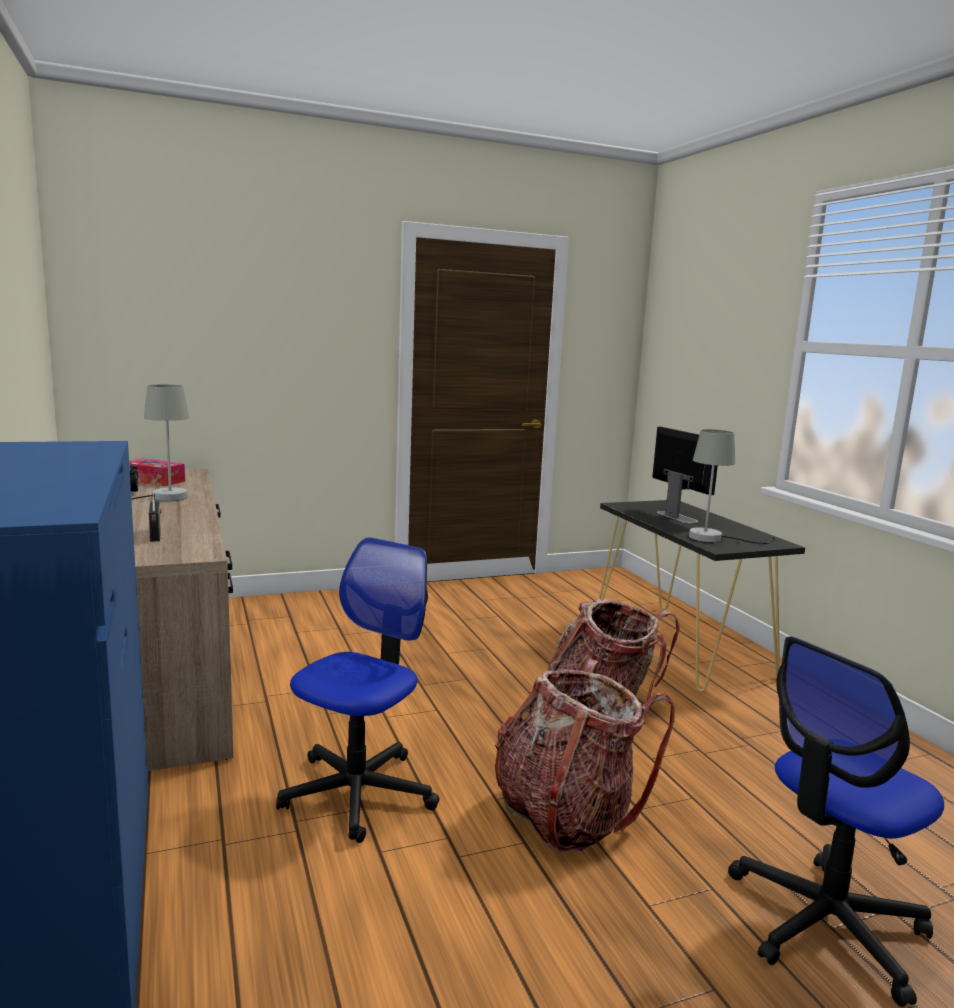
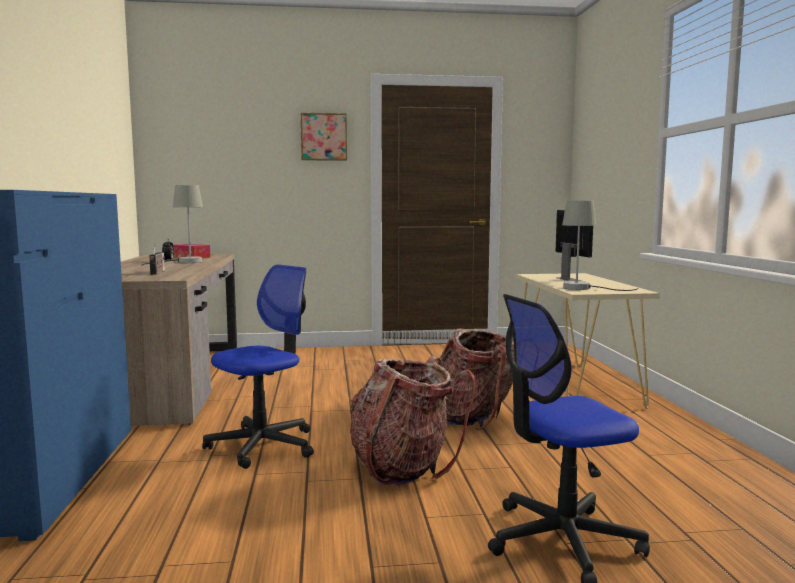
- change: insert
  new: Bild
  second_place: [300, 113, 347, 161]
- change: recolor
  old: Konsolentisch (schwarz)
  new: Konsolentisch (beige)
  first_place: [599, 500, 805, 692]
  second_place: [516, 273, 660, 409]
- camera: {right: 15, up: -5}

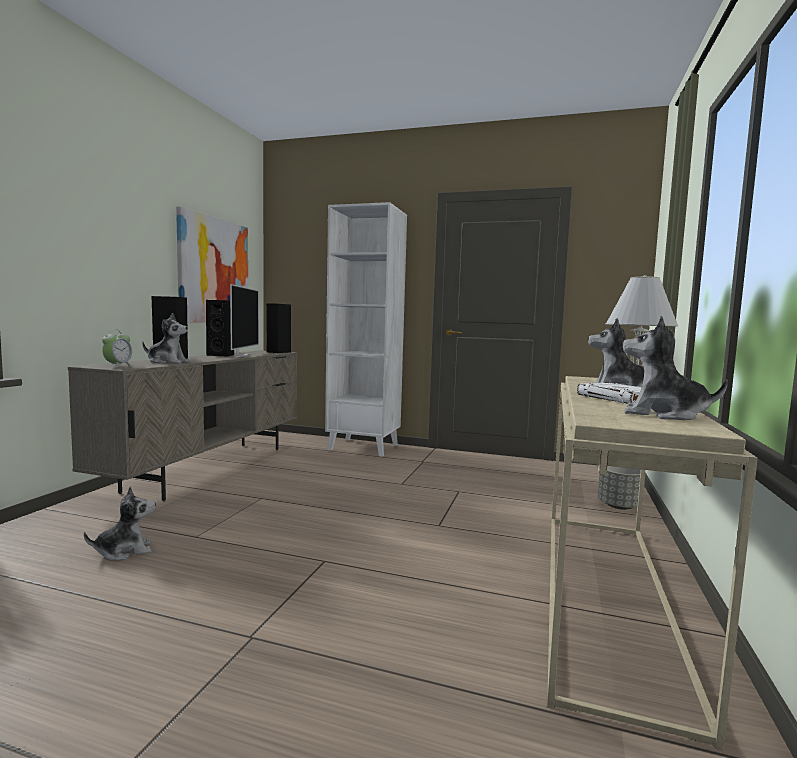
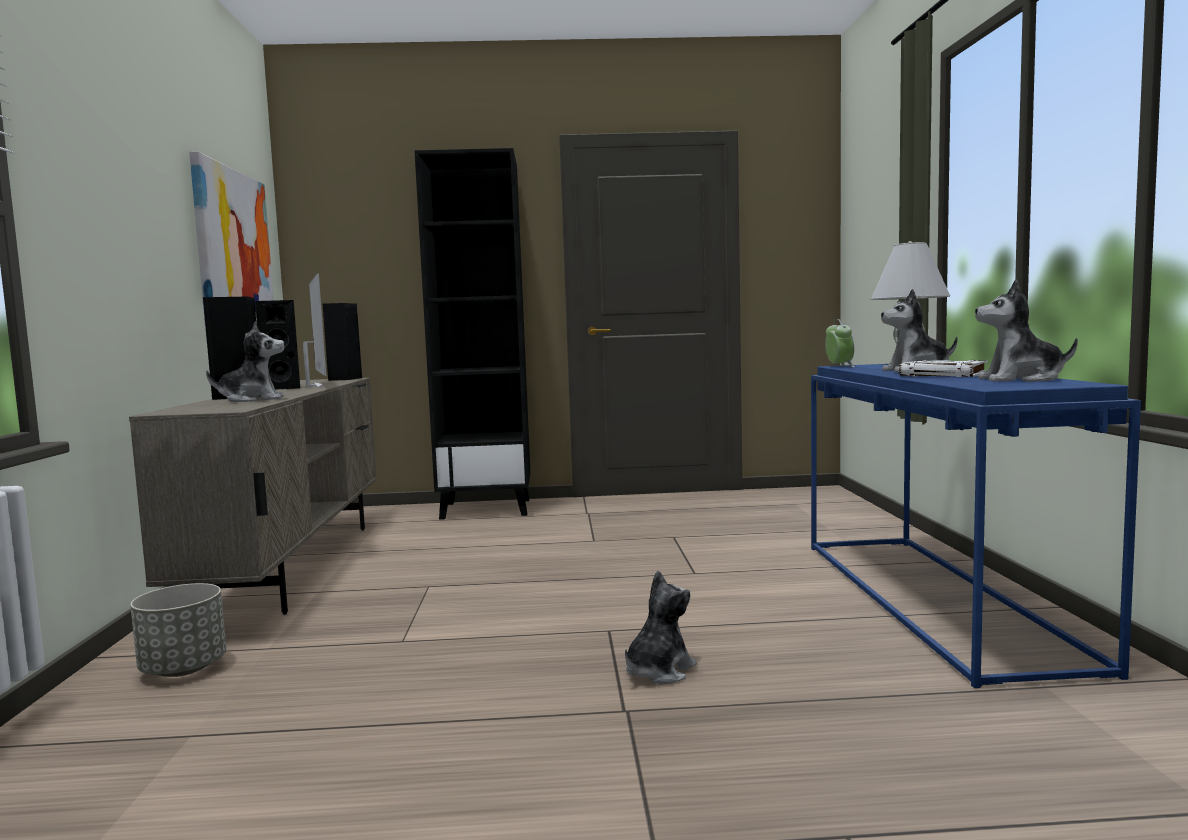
- change: move
  old: Pflanzkübel (grau)
  first_place: [598, 466, 645, 510]
  second_place: [130, 583, 226, 677]
- change: recolor
  old: Bücherregal (weiß)
  new: Bücherregal (schwarz)
  first_place: [325, 202, 407, 457]
  second_place: [414, 148, 530, 520]
- change: move
  old: Plüschtier
  first_place: [84, 486, 156, 561]
  second_place: [625, 570, 697, 684]
- change: recolor
  old: Konsolentisch (beige)
  new: Konsolentisch (blau)
  first_place: [547, 376, 758, 750]
  second_place: [811, 364, 1141, 688]
- change: move
  old: Wecker
  first_place: [102, 329, 133, 368]
  second_place: [825, 319, 854, 367]
- camera: {right: -20, up: 0}

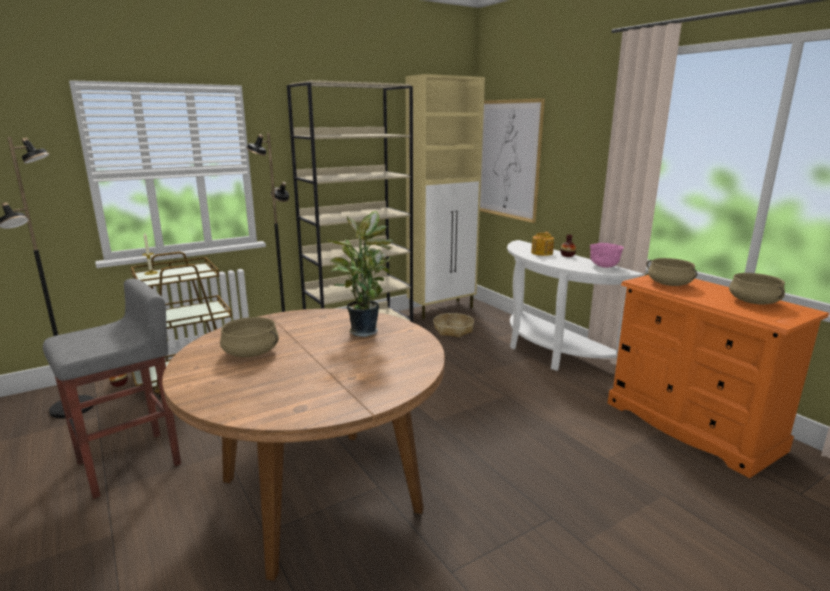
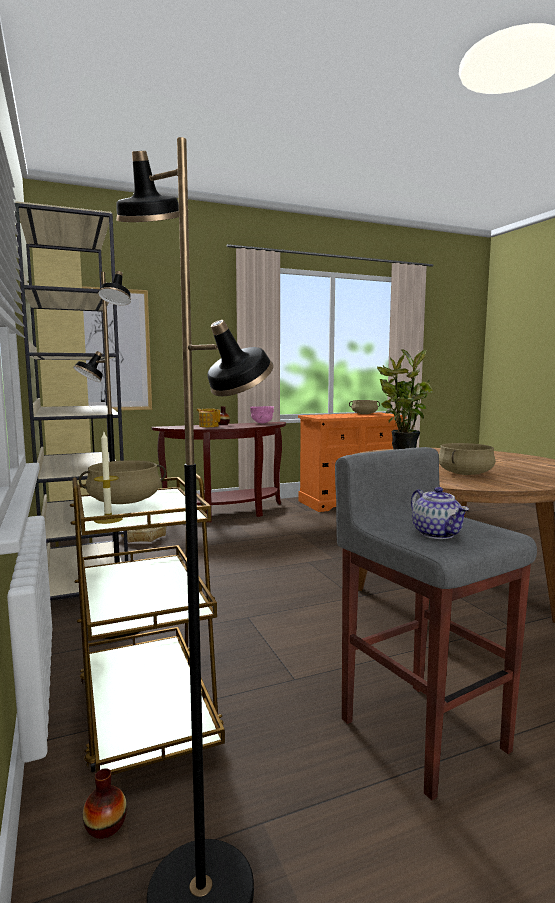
- change: move
  old: Kochtopf (beige)
  first_place: [646, 258, 697, 286]
  second_place: [79, 460, 166, 504]
- change: recolor
  old: Konsolentisch (weiß)
  new: Konsolentisch (braun)
  first_place: [507, 240, 644, 371]
  second_place: [151, 422, 286, 522]
- change: insert
  new: Teekanne
  second_place: [411, 487, 469, 539]
- camera: {right: -80, up: -10}

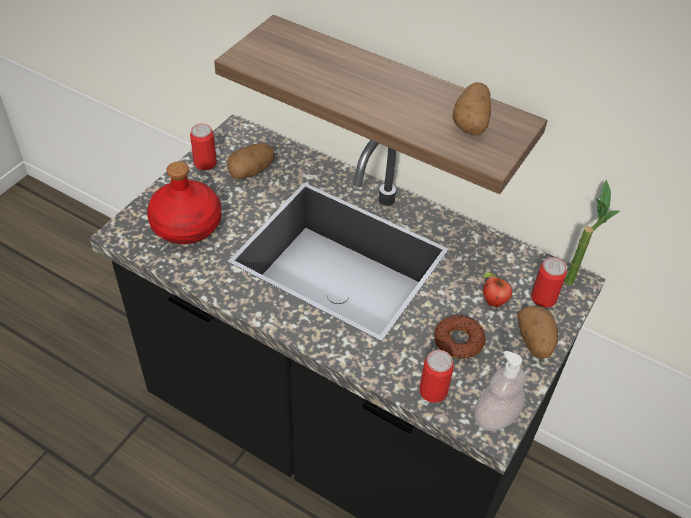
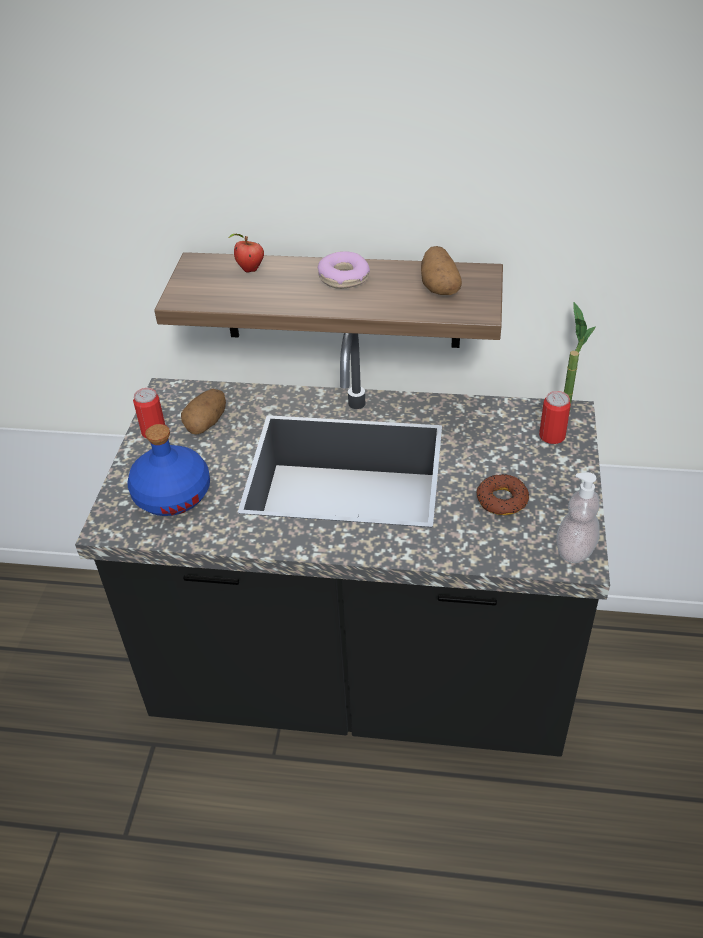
- change: recolor
  old: Flasche (rot)
  new: Flasche (blau)
  first_place: [147, 161, 222, 244]
  second_place: [127, 424, 210, 516]
- change: move
  old: Apfel
  first_place: [482, 272, 512, 307]
  second_place: [228, 234, 264, 272]
- change: insert
  new: Donut
  second_place: [318, 251, 370, 289]
- change: delete
  old: Dose
  first_place: [419, 350, 454, 403]
- change: delete
  old: Kartoffel
  first_place: [518, 306, 558, 359]
- camera: {right: -20, up: -5}

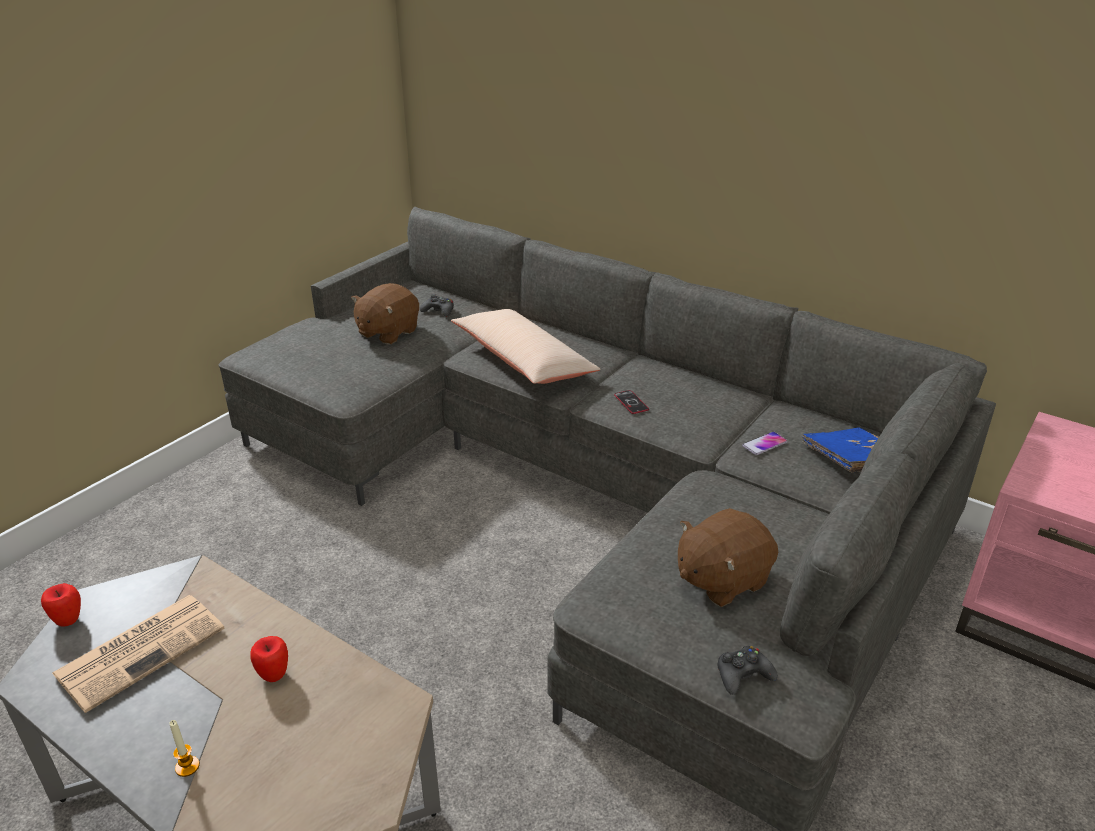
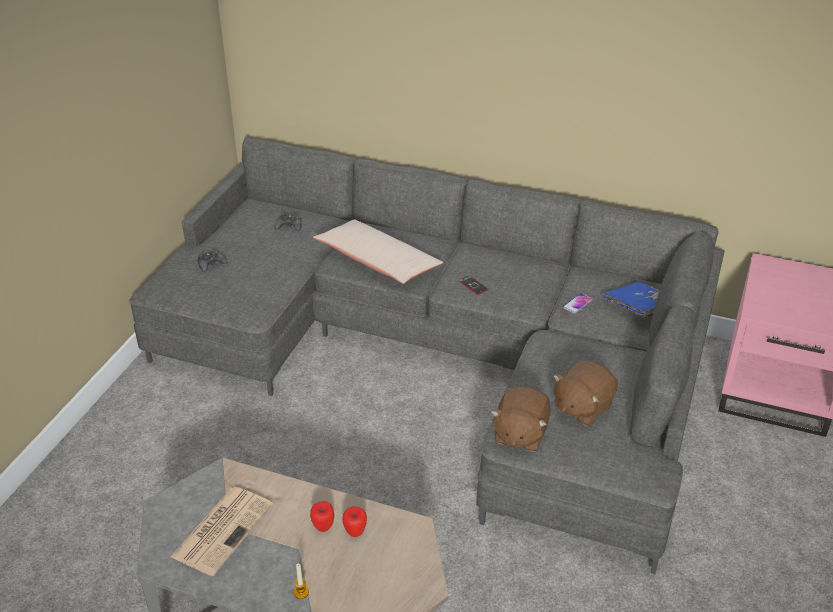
- change: move
  old: Gamepad (schwarz)
  first_place: [718, 646, 778, 695]
  second_place: [198, 250, 227, 272]
- change: move
  old: Apfel
  first_place: [41, 583, 81, 627]
  second_place: [342, 507, 367, 537]
- change: move
  old: Plüschtier (braun)
  first_place: [351, 283, 419, 345]
  second_place: [491, 386, 551, 452]
- camera: {right: -15, up: 5}

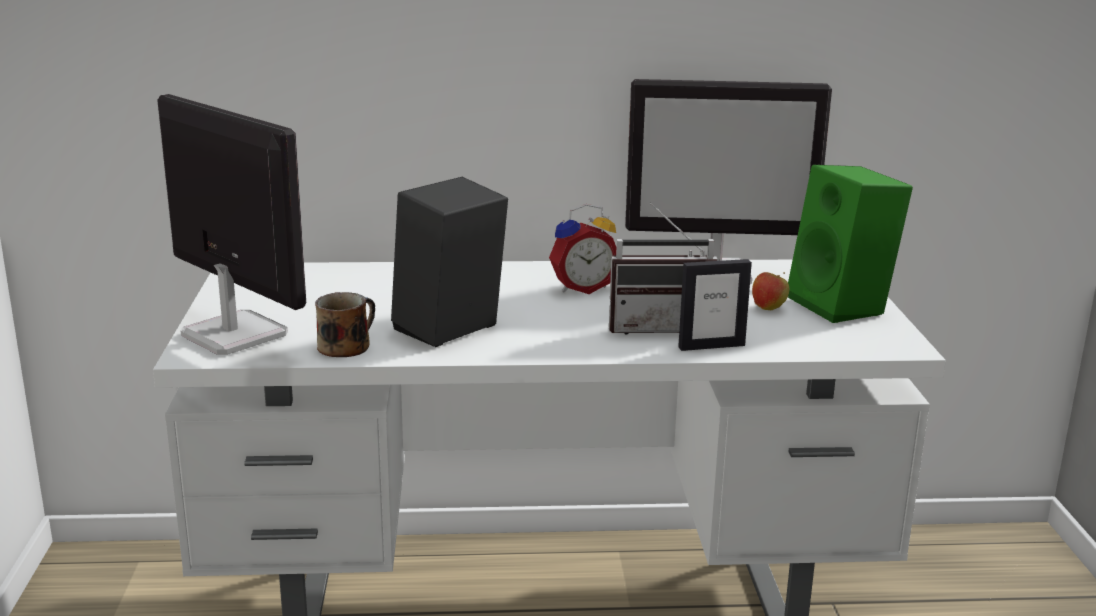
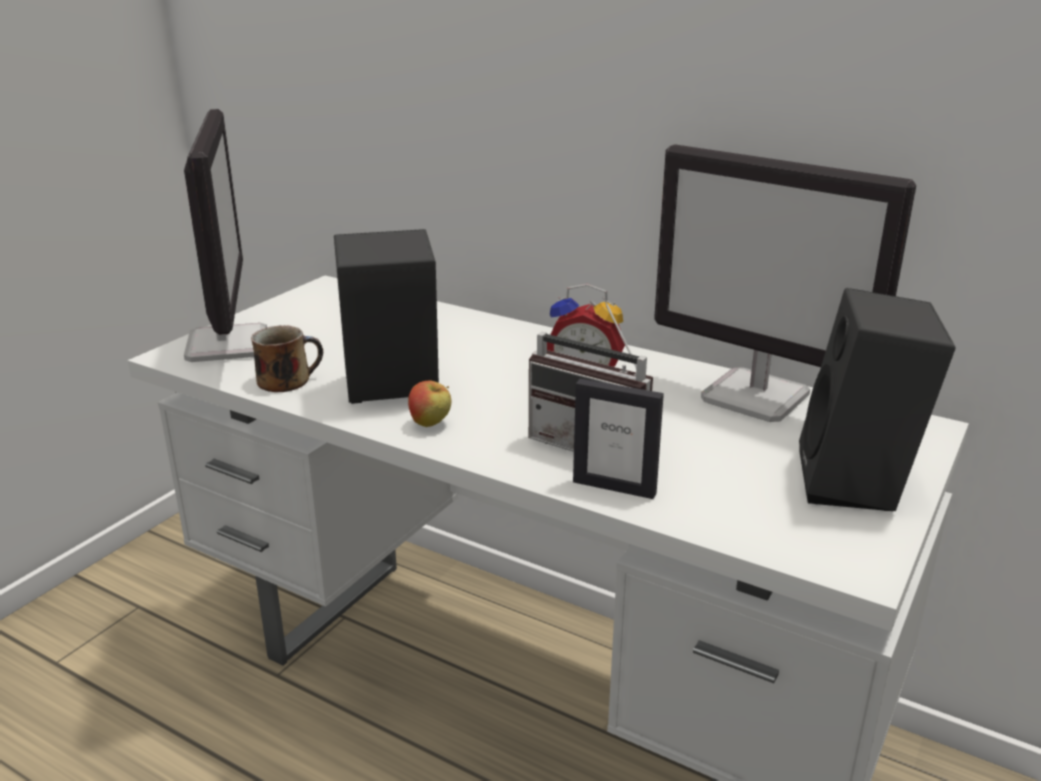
- change: move
  old: Apfel
  first_place: [752, 272, 790, 310]
  second_place: [408, 381, 451, 427]
- change: recolor
  old: Lautsprecher (grün)
  new: Lautsprecher (schwarz)
  first_place: [788, 165, 913, 323]
  second_place: [799, 288, 956, 511]
- camera: {right: 35, up: 5}

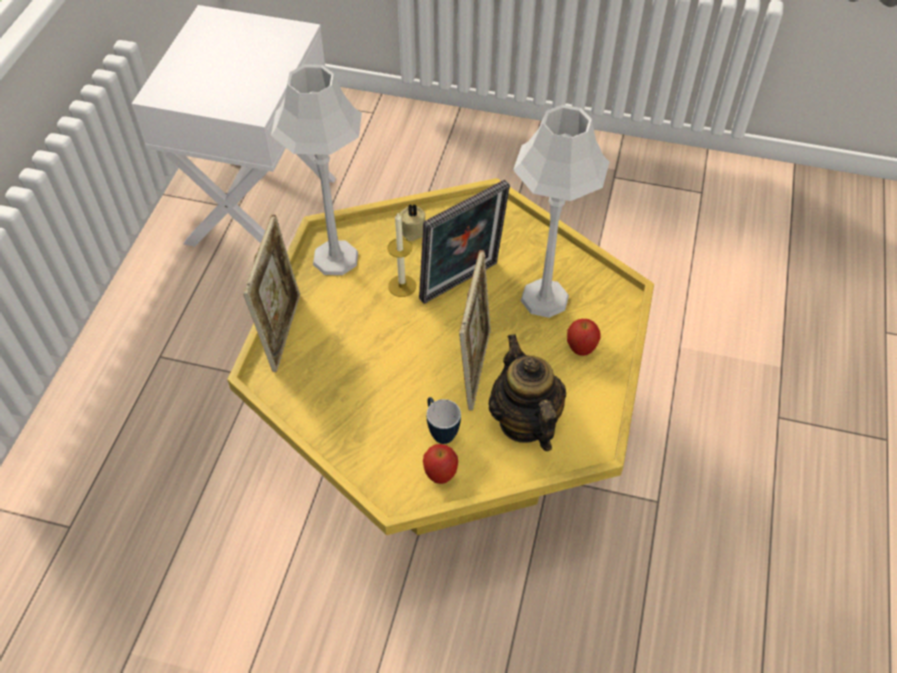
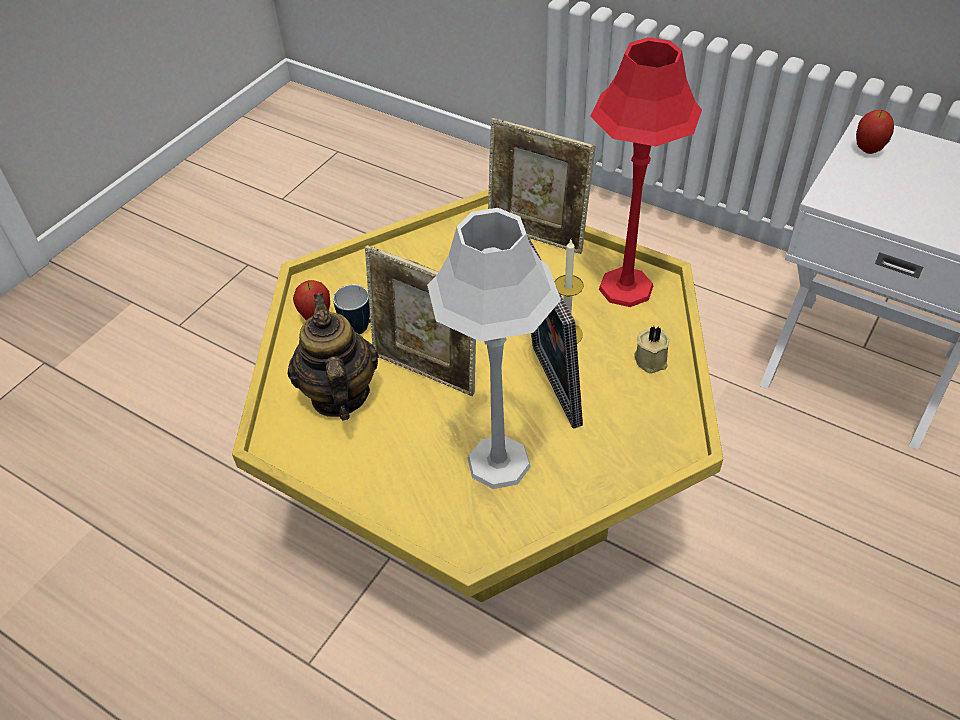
- change: rotate
  old: Teekanne
  first_place: [488, 334, 566, 451]
  second_place: [288, 293, 379, 421]
  degrees: -105
- change: recolor
  old: Tischlampe (grau)
  new: Tischlampe (rot)
  first_place: [271, 64, 362, 275]
  second_place: [590, 37, 702, 307]
- change: move
  old: Apfel
  first_place: [567, 319, 601, 356]
  second_place: [856, 110, 894, 154]
- camera: {right: 110, up: -5}

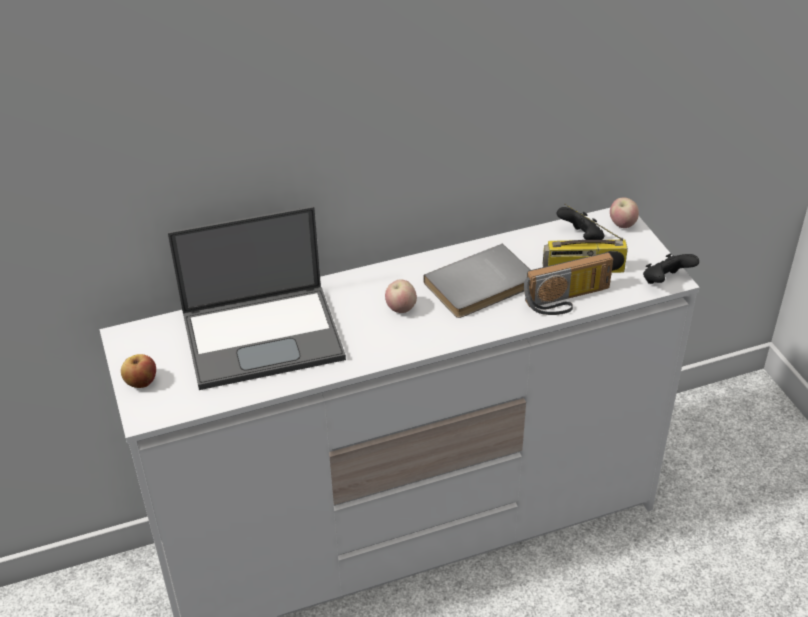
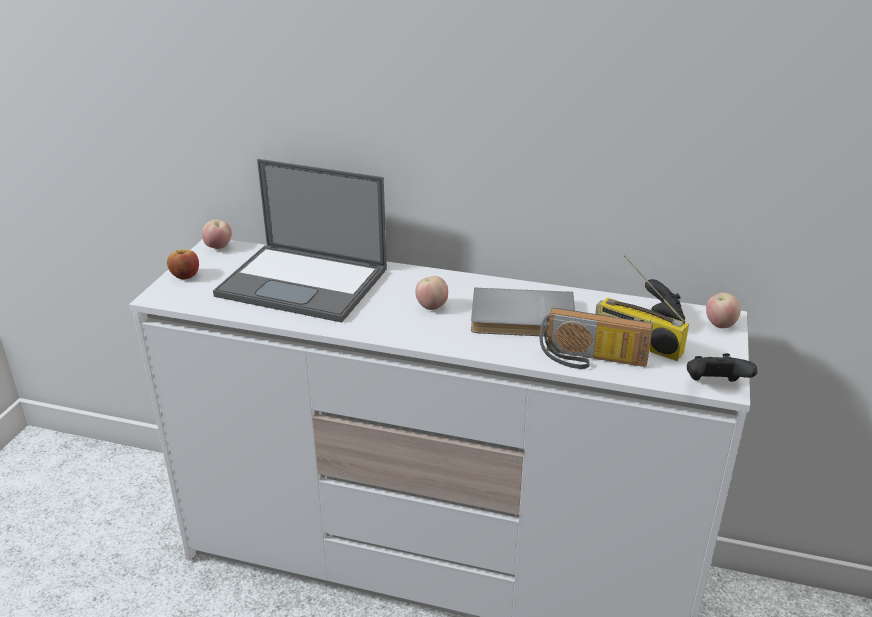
- change: insert
  new: Apfel
  second_place: [202, 219, 232, 249]
- camera: {right: 35, up: -10}

